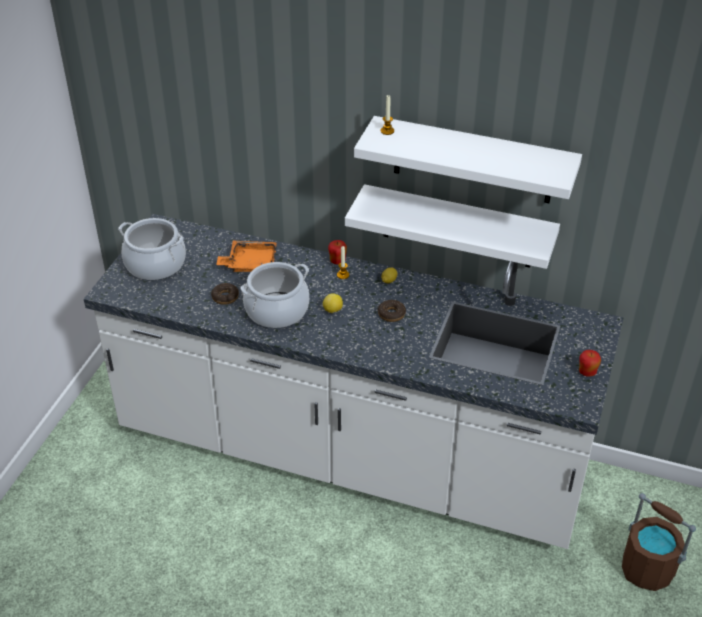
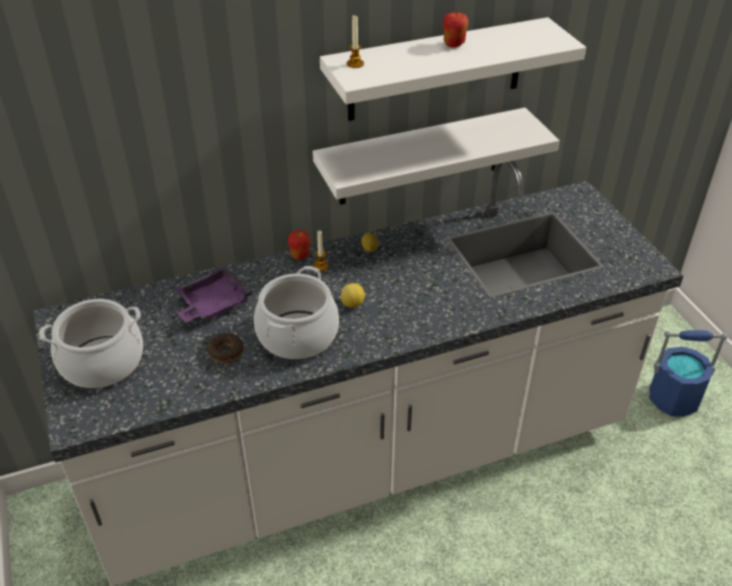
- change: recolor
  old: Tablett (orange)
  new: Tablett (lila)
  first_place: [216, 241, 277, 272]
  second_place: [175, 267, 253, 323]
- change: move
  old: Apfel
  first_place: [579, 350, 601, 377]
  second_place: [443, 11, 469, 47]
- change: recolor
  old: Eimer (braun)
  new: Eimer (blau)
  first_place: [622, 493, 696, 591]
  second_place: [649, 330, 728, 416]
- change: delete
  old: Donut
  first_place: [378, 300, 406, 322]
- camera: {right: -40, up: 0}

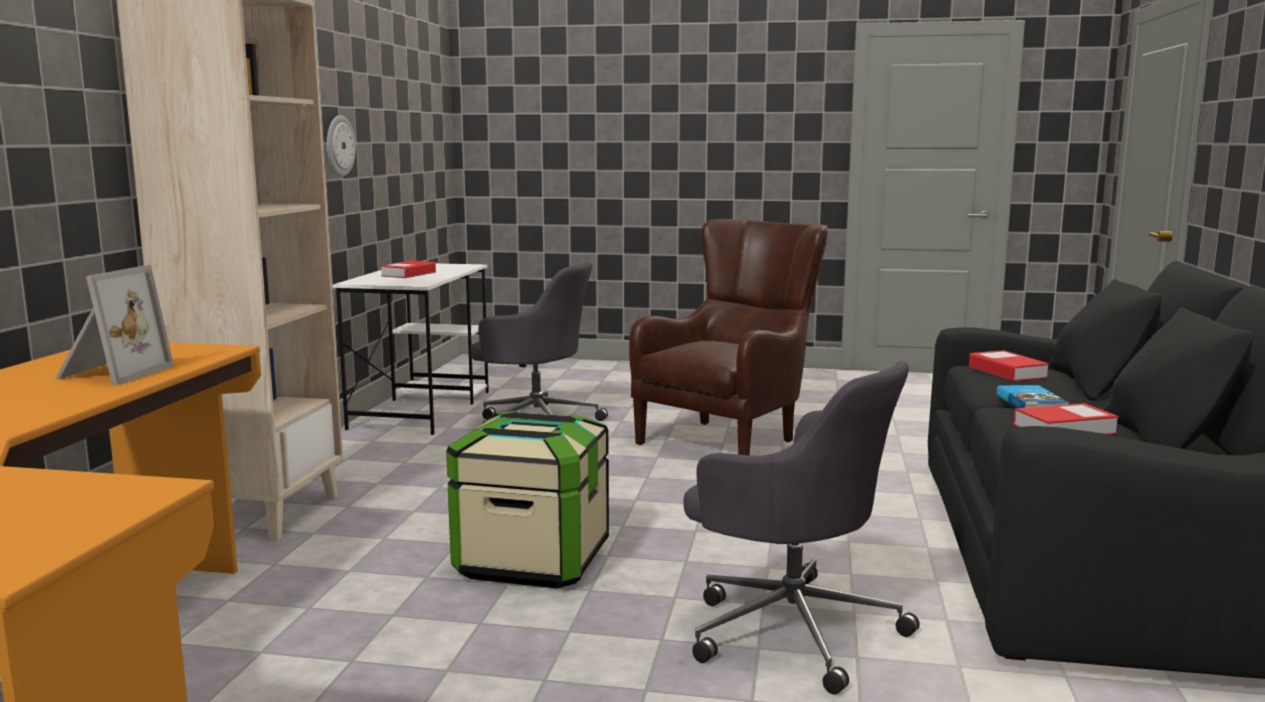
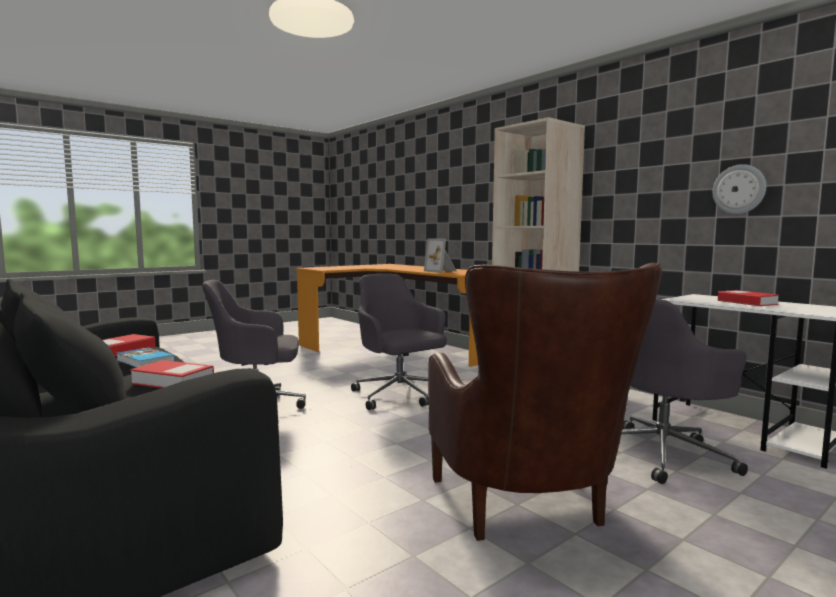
- change: replace
  old: Aufbewahrungsbox
  new: Bürostuhl (grau)
  first_place: [446, 411, 609, 589]
  second_place: [351, 274, 447, 410]
- camera: {right: 130, up: -5}

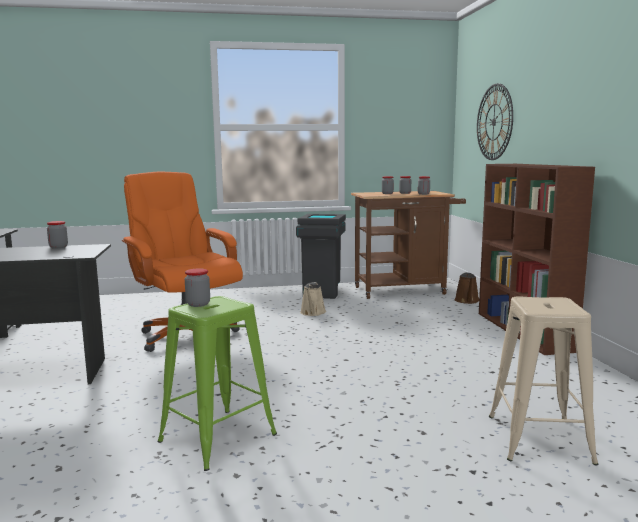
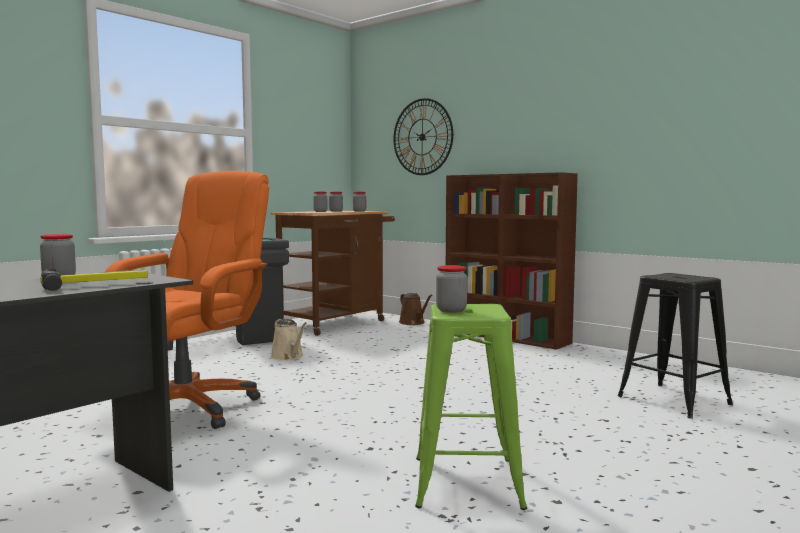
- change: insert
  new: Hammer
  second_place: [41, 269, 148, 291]
- change: rotate
  old: Bürostuhl (orange)
  first_place: [122, 172, 243, 352]
  second_place: [105, 171, 269, 429]
  degrees: 105
- change: recolor
  old: Hocker (beige)
  new: Hocker (schwarz)
  first_place: [489, 296, 598, 465]
  second_place: [617, 273, 733, 419]
- camera: {right: -40, up: -5}

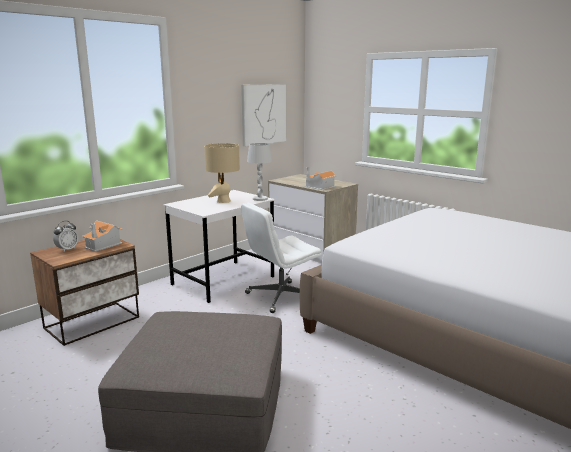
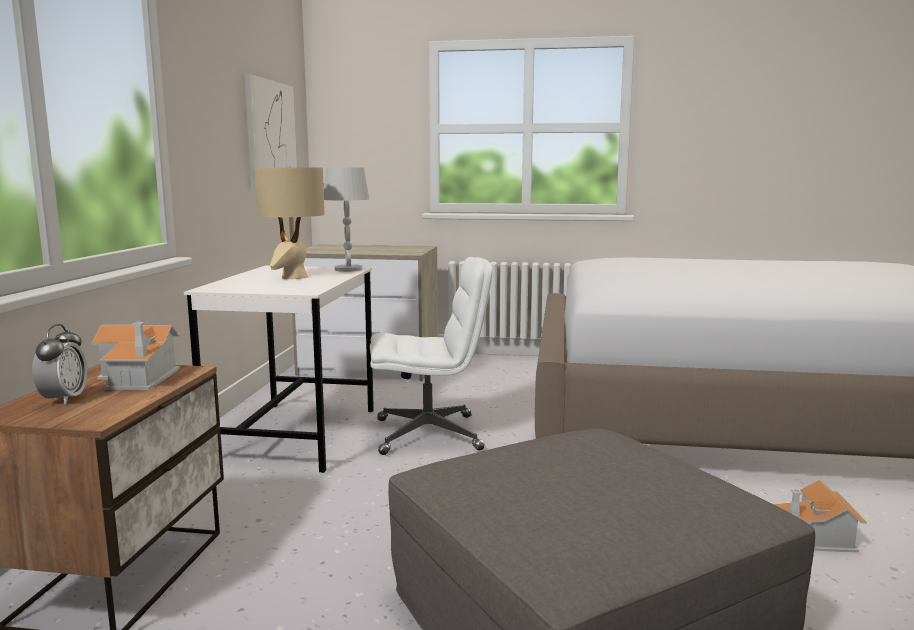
- change: rotate
  old: Bürostuhl (weiß)
  first_place: [241, 203, 322, 313]
  second_place: [370, 257, 493, 455]
  degrees: -120
- change: move
  old: Spielzeughaus
  first_place: [304, 167, 337, 190]
  second_place: [774, 479, 867, 552]
- camera: {right: -35, up: -5}

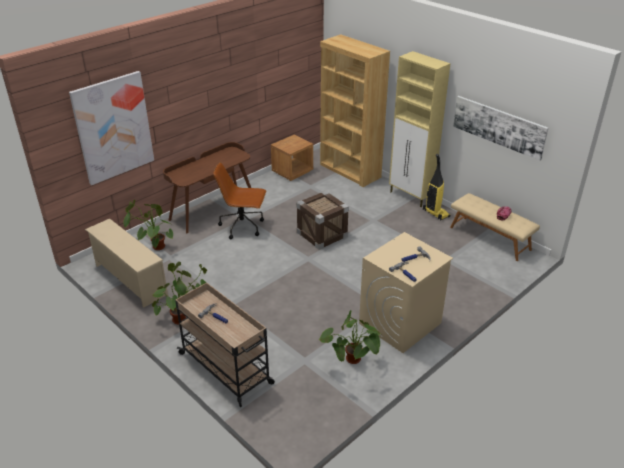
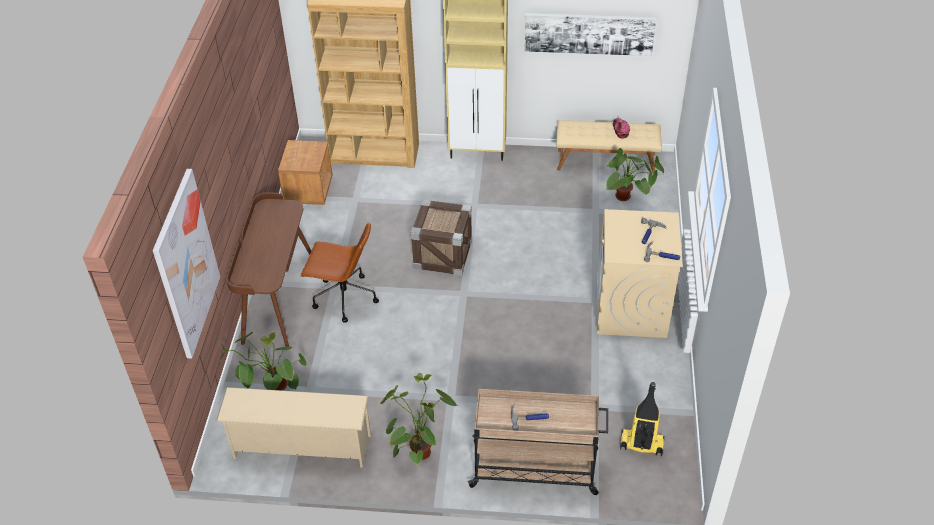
- change: rotate
  old: Bürostuhl (braun)
  first_place: [213, 162, 266, 239]
  second_place: [301, 222, 379, 323]
  degrees: -135
- change: move
  old: Topfpflanze
  first_place: [318, 310, 381, 364]
  second_place: [606, 148, 664, 201]
- change: move
  old: Staubsauger
  first_place: [423, 154, 451, 220]
  second_place: [620, 382, 665, 456]
- camera: {right: -40, up: 10}

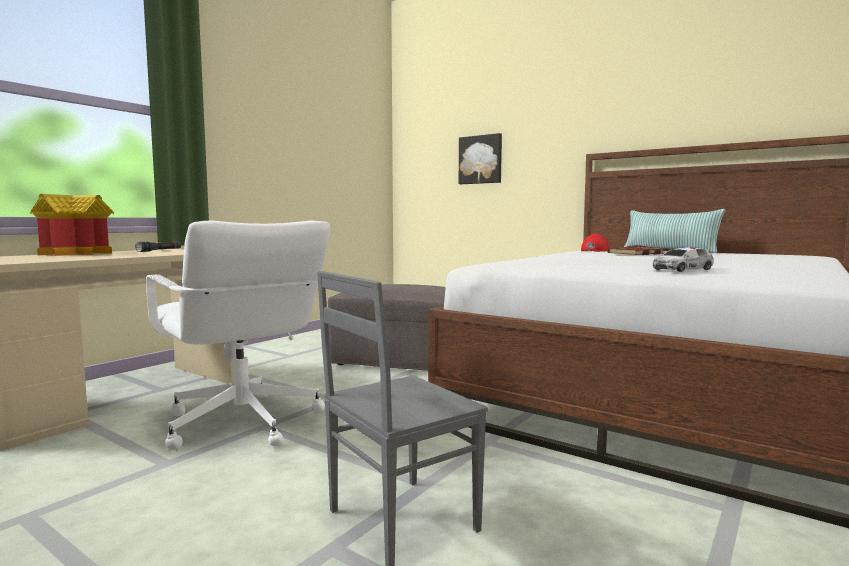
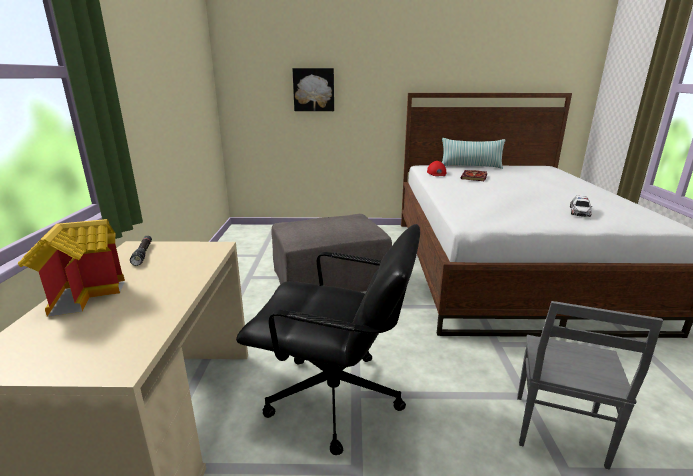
- change: recolor
  old: Bürostuhl (weiß)
  new: Bürostuhl (schwarz)
  first_place: [146, 221, 330, 450]
  second_place: [236, 224, 420, 455]
- camera: {right: -35, up: 15}

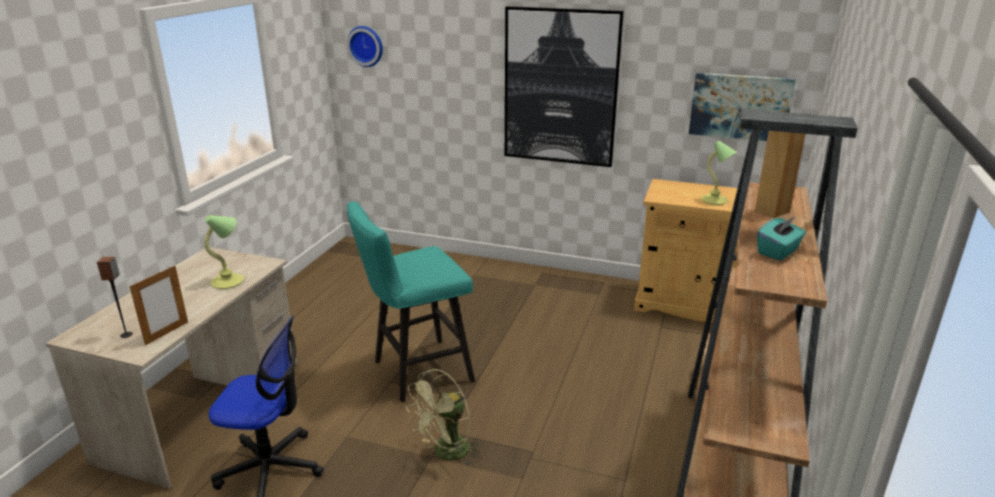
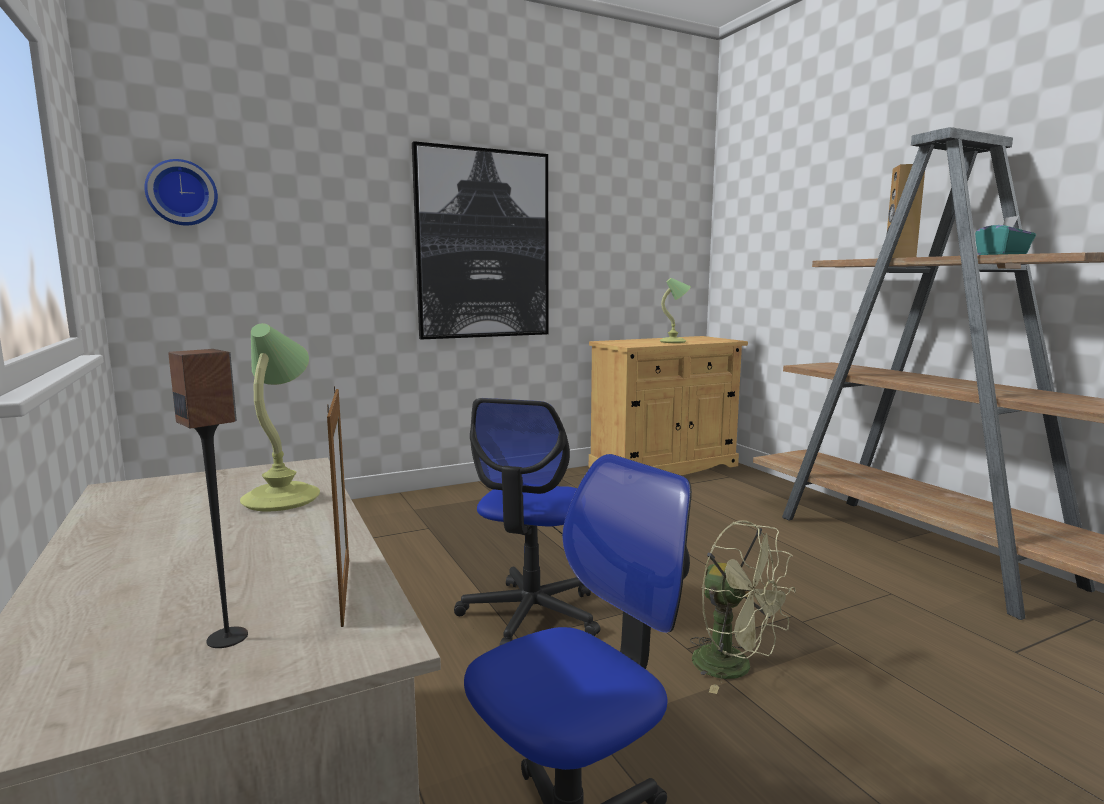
- change: replace
  old: Hocker (türkis)
  new: Bürostuhl
  first_place: [347, 202, 475, 402]
  second_place: [454, 398, 600, 646]
- change: rotate
  old: Ventilator (grün)
  first_place: [406, 369, 481, 466]
  second_place: [690, 520, 796, 694]
  degrees: -45
- change: delete
  old: Bild
  first_place: [689, 73, 796, 141]
- camera: {right: -45, up: -15}

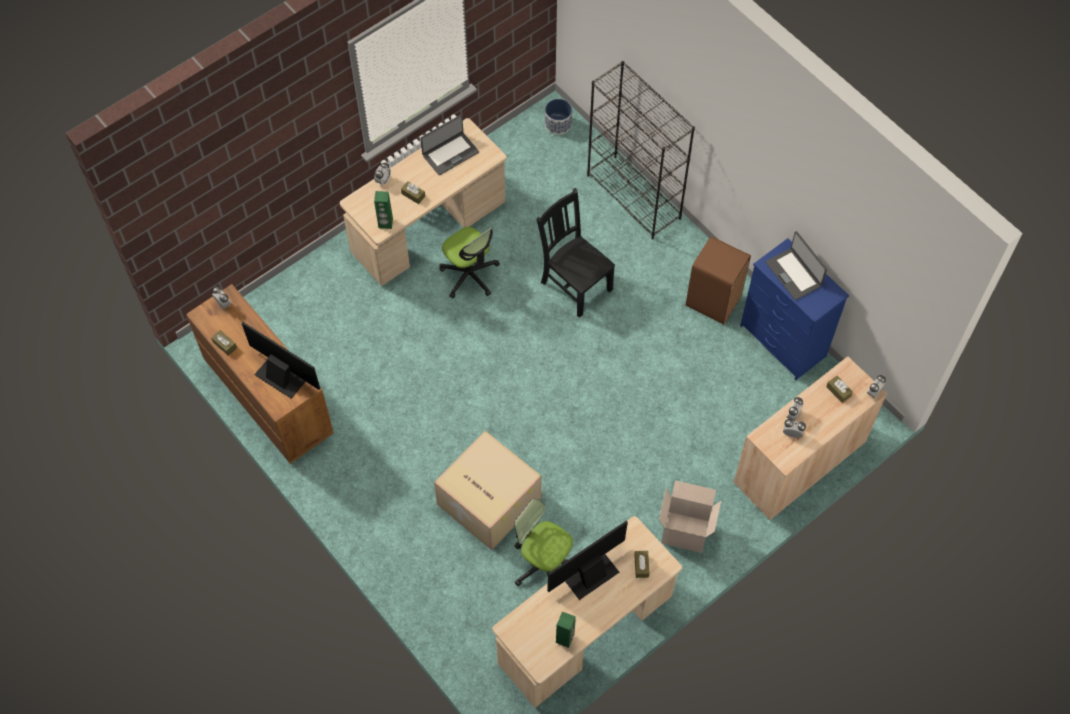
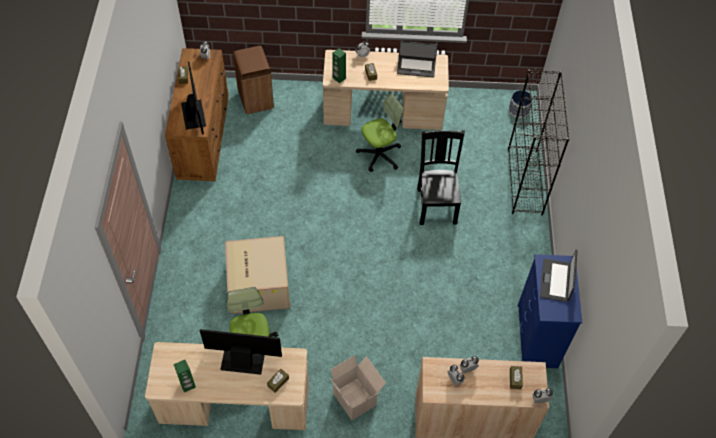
- change: move
  old: Mülleimer (braun)
  first_place: [686, 236, 751, 324]
  second_place: [233, 46, 274, 114]
- change: rotate
  old: Bürostuhl
  first_place: [439, 227, 500, 298]
  second_place: [356, 94, 403, 172]
  degrees: -120
- camera: {right: 40, up: -5}

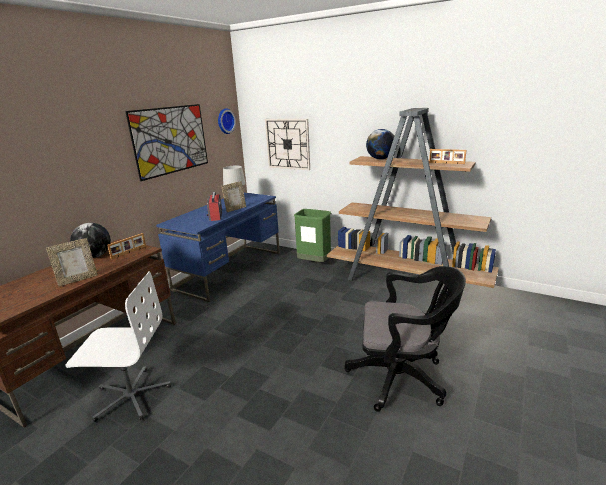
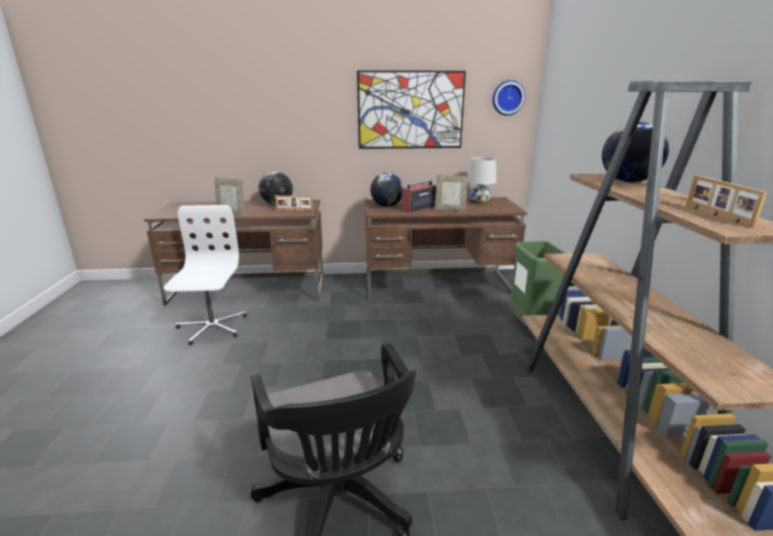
- change: rotate
  old: Bürostuhl (weiß)
  first_place: [65, 271, 171, 422]
  second_place: [164, 205, 247, 345]
  degrees: -150
- change: recolor
  old: Schreibtisch (blau)
  new: Schreibtisch (braun)
  first_place: [156, 193, 280, 302]
  second_place: [365, 197, 527, 300]
- change: insert
  new: Globus
  second_place: [370, 173, 404, 207]
- change: delete
  old: Wanduhr
  first_place: [265, 119, 310, 170]
- camera: {right: 55, up: 0}

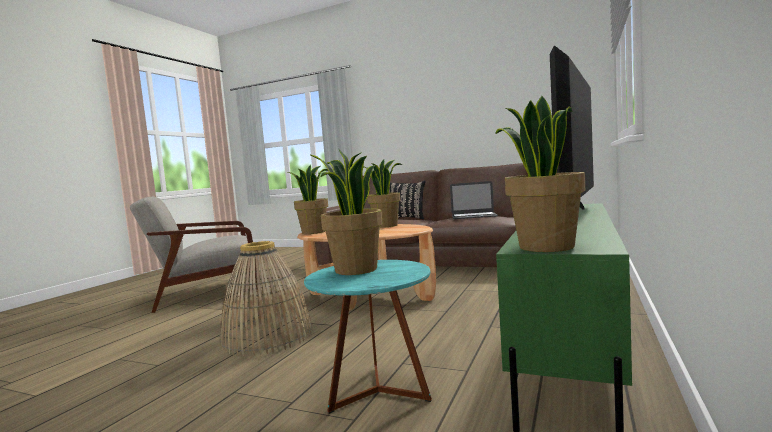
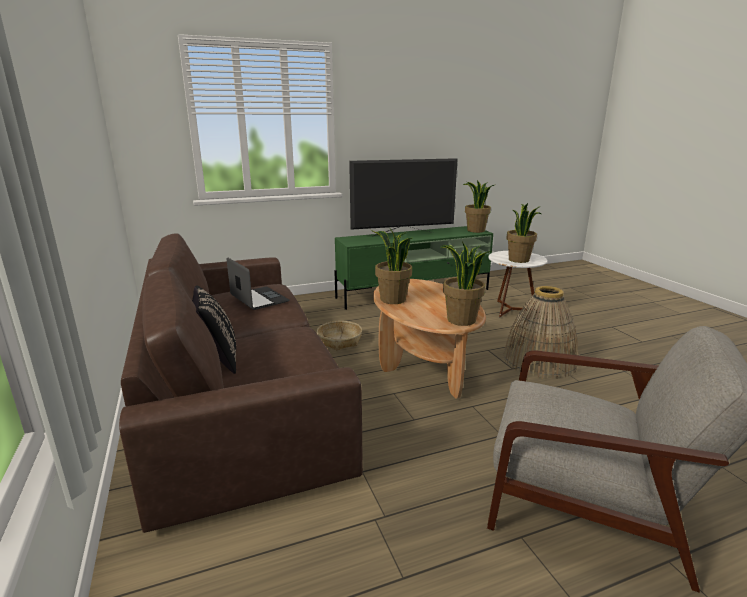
- change: insert
  new: Korb
  second_place: [317, 321, 362, 350]
- change: recolor
  old: Beistelltisch (türkis)
  new: Beistelltisch (weiß)
  first_place: [304, 260, 432, 414]
  second_place: [488, 251, 547, 317]
- camera: {right: -135, up: 15}

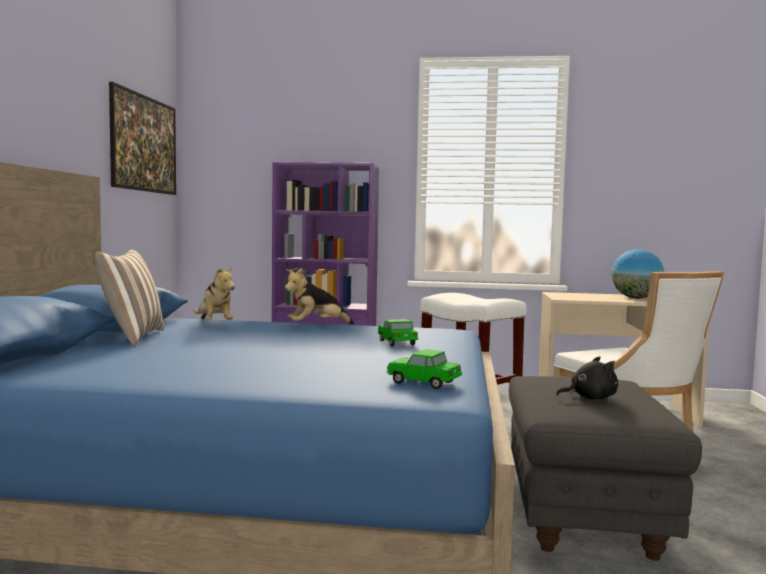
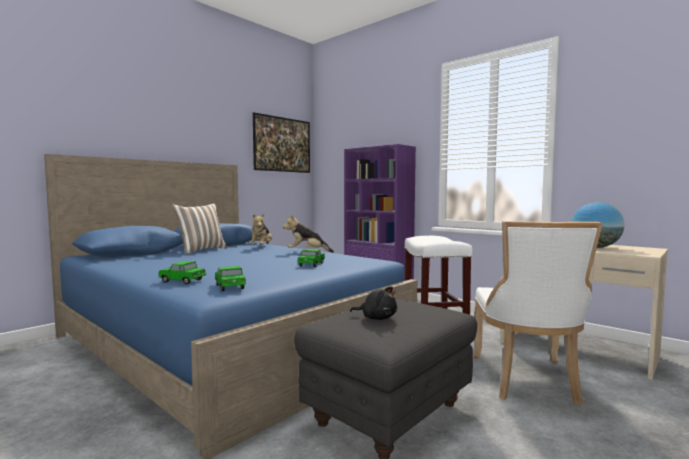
- change: insert
  new: Spielzeugauto
  second_place: [158, 261, 206, 284]
- camera: {right: 35, up: 0}

